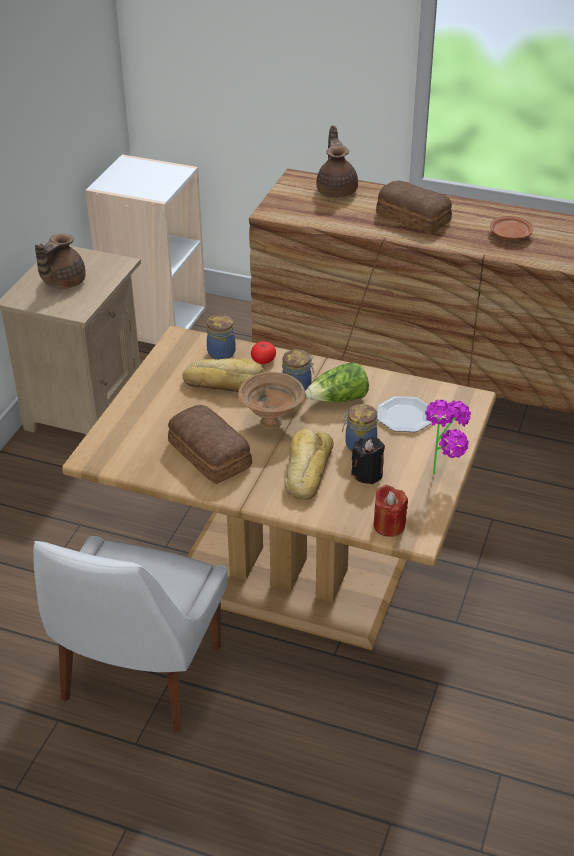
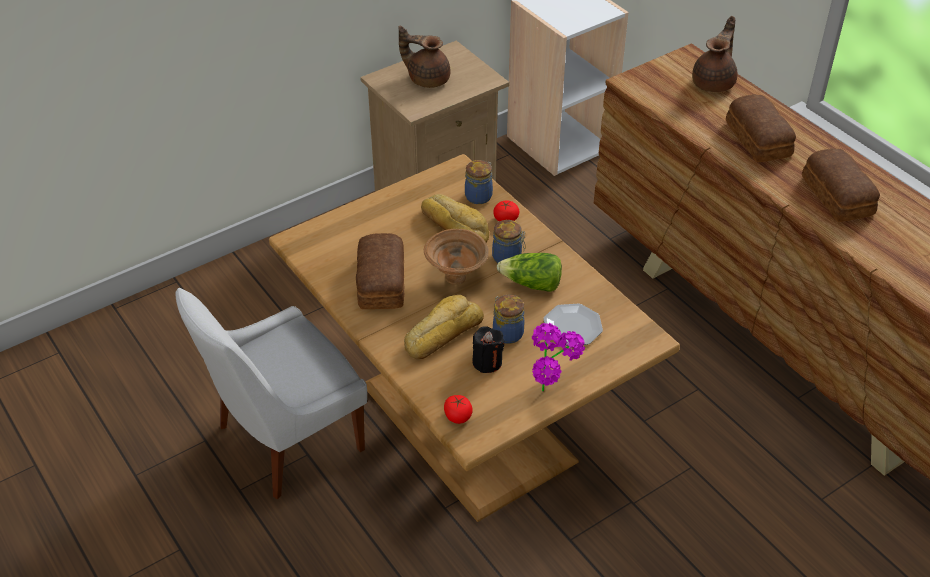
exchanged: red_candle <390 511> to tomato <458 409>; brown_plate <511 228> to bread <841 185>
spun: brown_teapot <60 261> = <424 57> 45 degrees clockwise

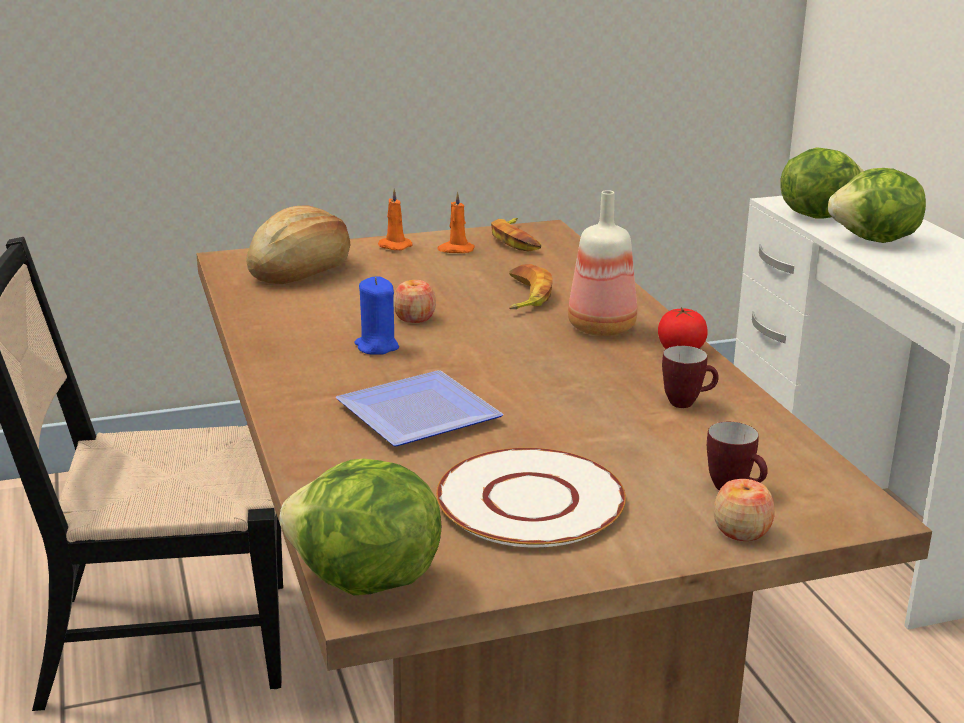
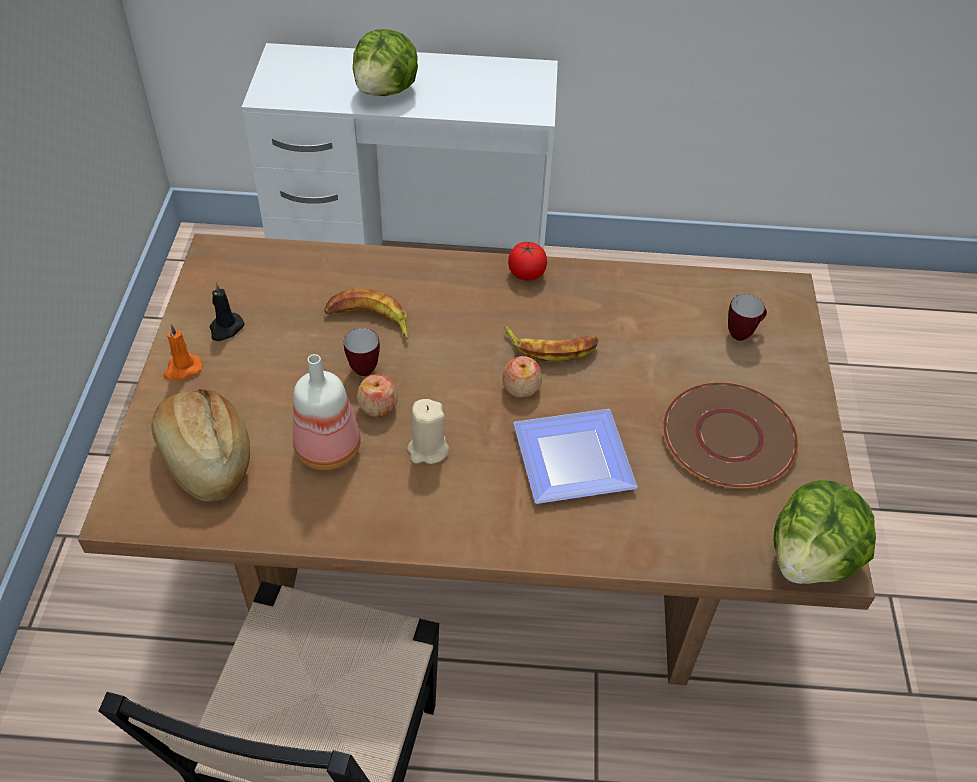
missing: lettuce <822 183>
relocated: banana <516 235> to <551 343>; bottle <602 263> to <327 412>; mug <690 377> to <362 352>; apple <744 510> to <522 377>
colour: blue_candle <376 315> to beige_candle <428 431>; white_plate <531 498> to brown_plate <730 435>; orange_candle <456 222> to black_candle <226 312>

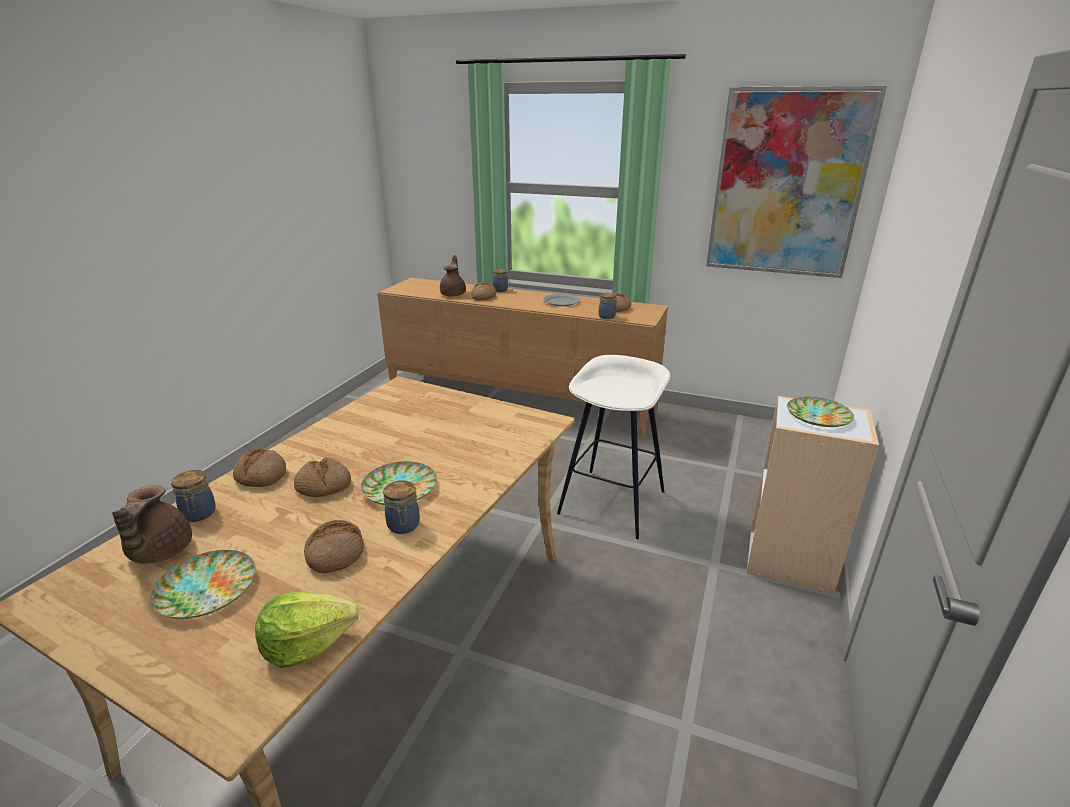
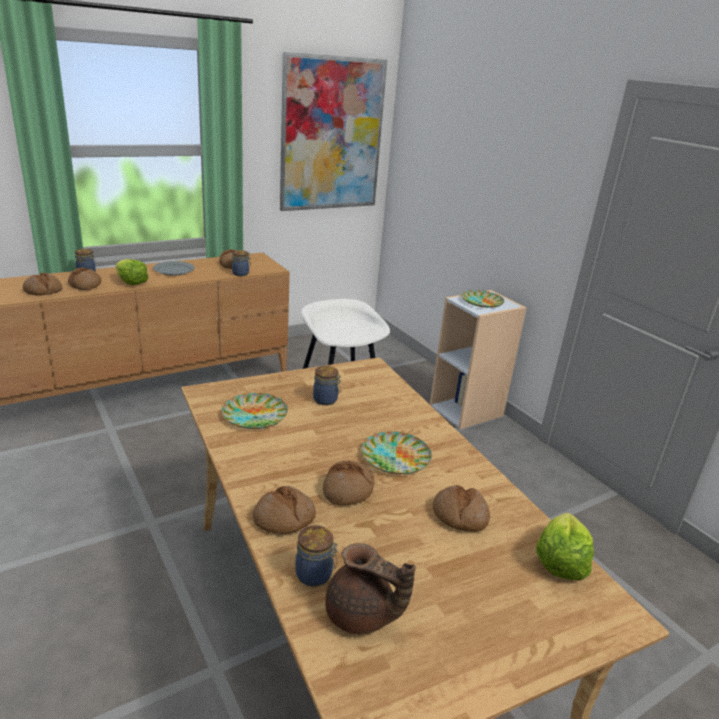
appeared: lettuce <132 272>
relocated: plate <203 584> to <255 411>; jar <401 507> to <327 385>
exchanged: brown_teapot <453 275> to bread <42 284>

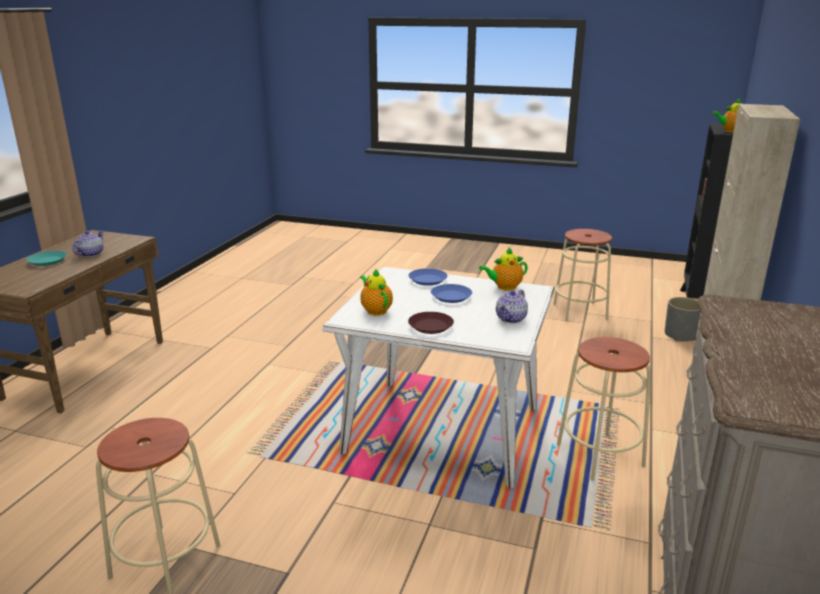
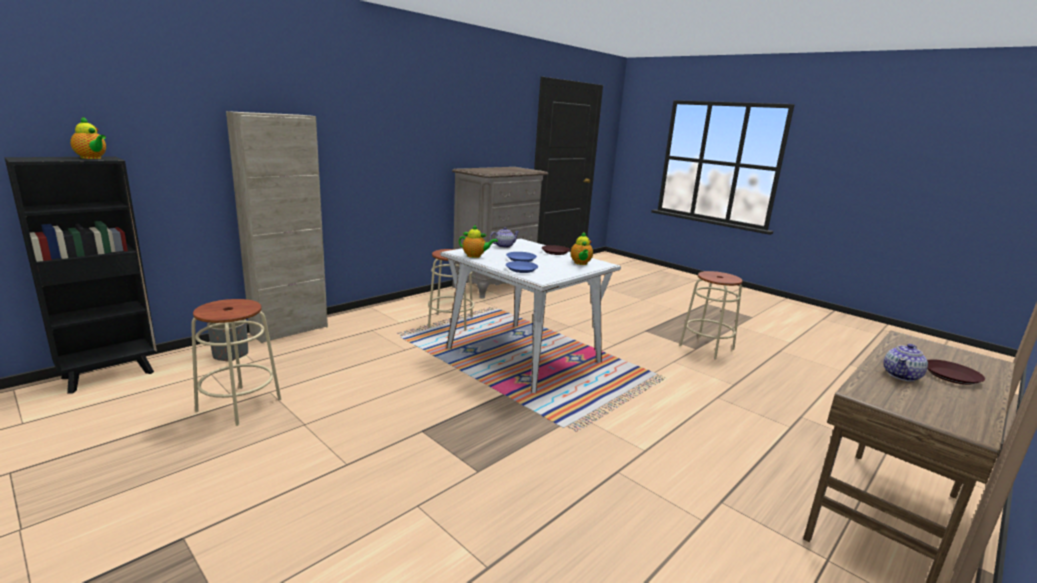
colour: turquoise_plate <46 258> to brown_plate <956 372>

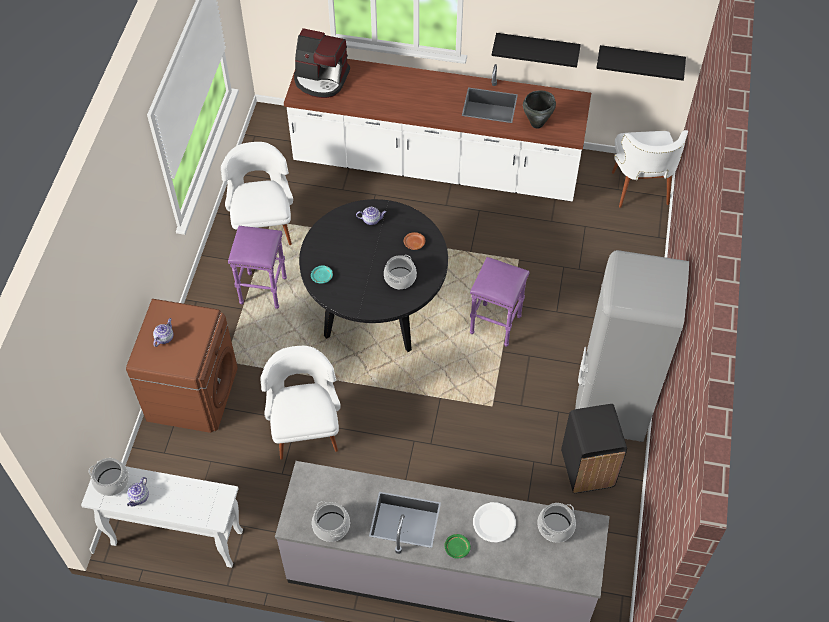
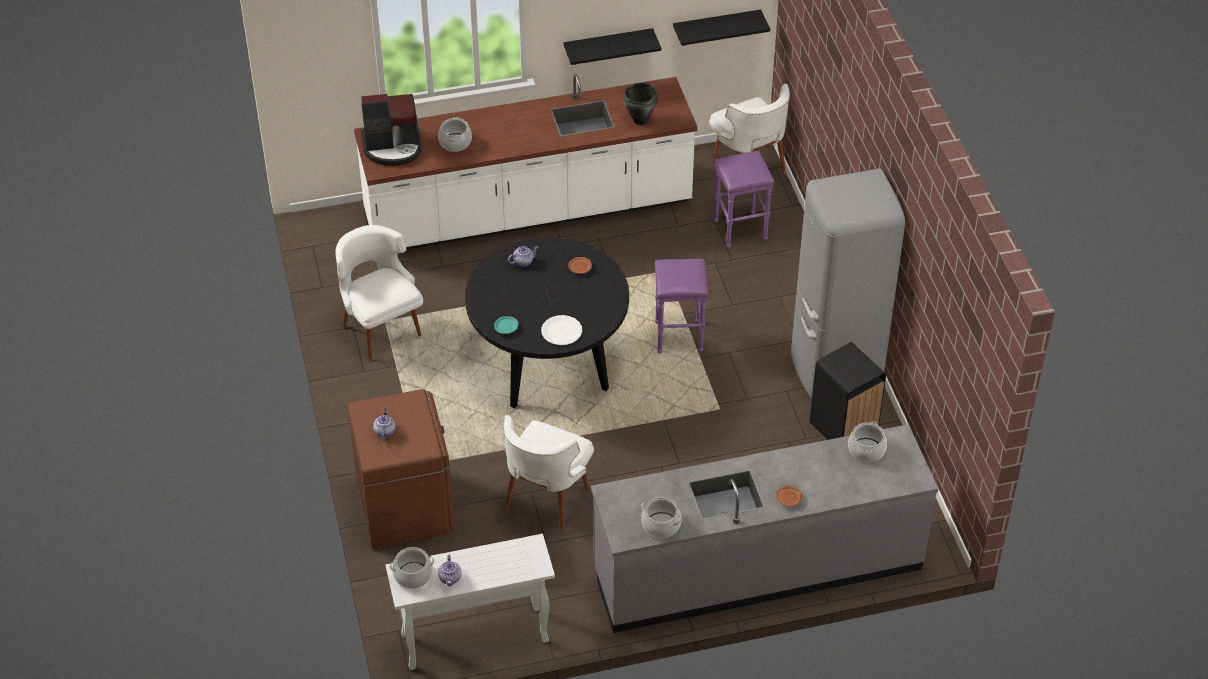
relocated: purple_stool <257 267> to <744 199>; cooking_pot <400 272> to <455 134>; white_plate <494 522> to <561 330>
colour: green_plate <457 546> to brown_plate <789 496>
spun: white_chair <300 403> = <549 472> 120 degrees counterclockwise

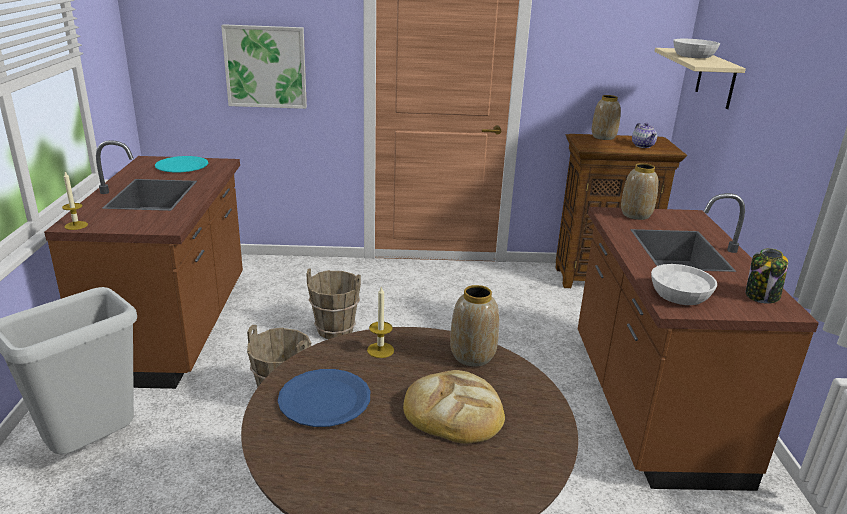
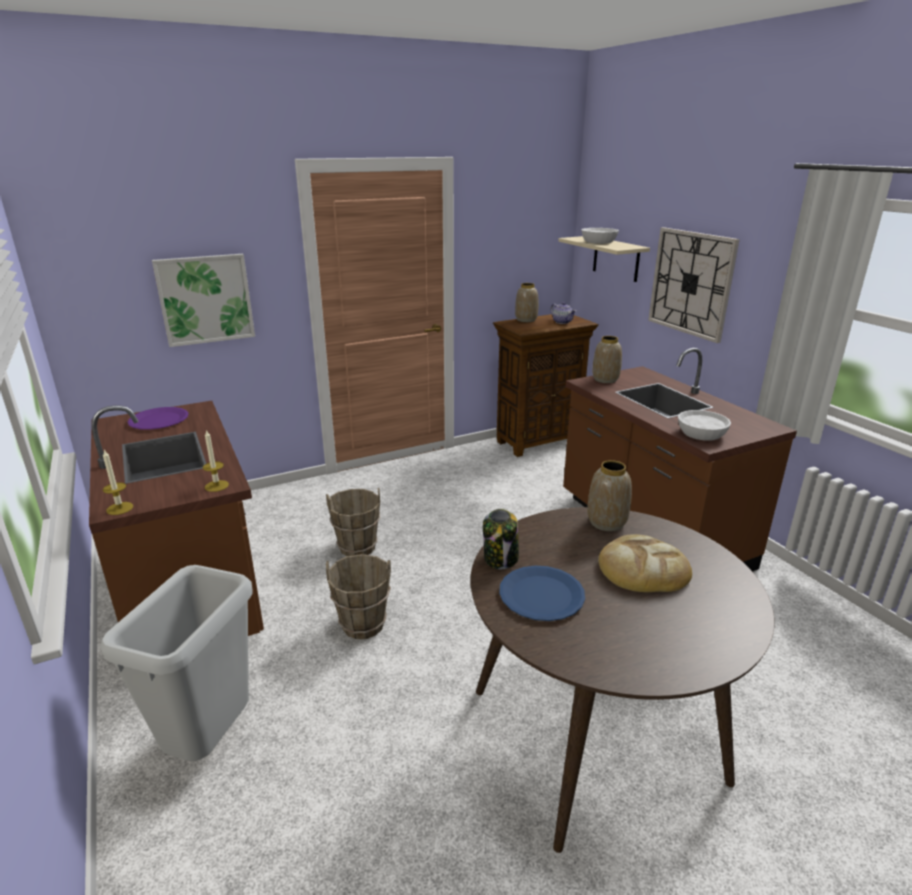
appeared: wall_clock <694 285>
relocated: candle <380 322> to <216 460>; jar <767 276> to <501 539>
colour: turquoise_plate <181 164> to purple_plate <158 418>

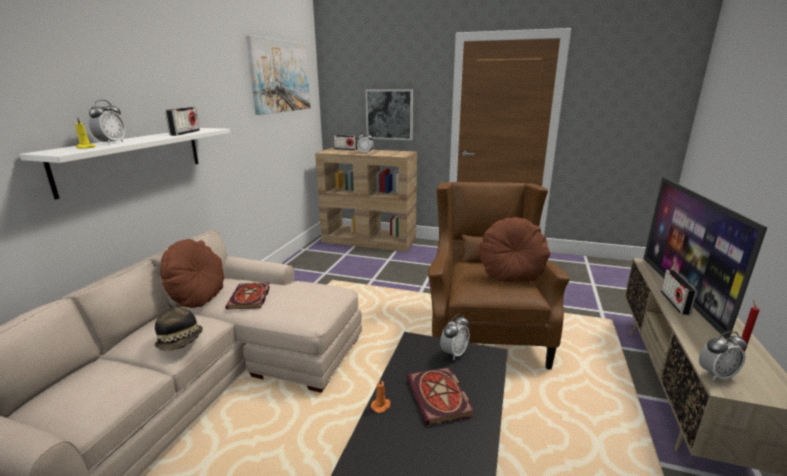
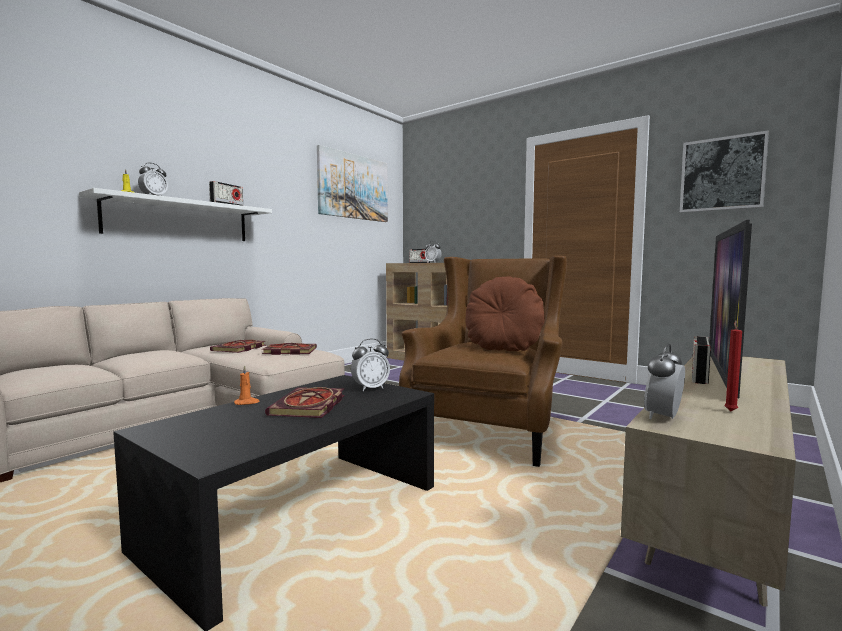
missing: hat <179 327>; brown_pillow <192 273>
appeared: book <289 349>
relocated: picture <389 114> to <724 171>
spun: alarm_clock <723 356> = <664 382> 120 degrees clockwise

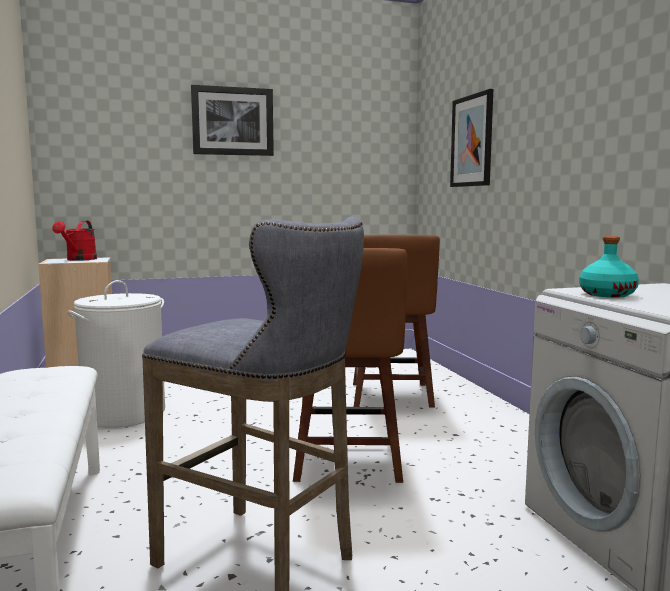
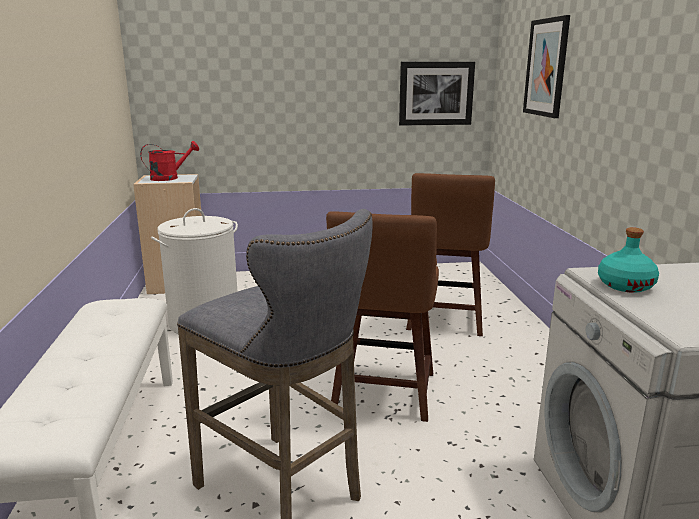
relocated: picture <232 120> to <437 94>
spun: red_watering_can <74 241> = <169 161> 135 degrees counterclockwise

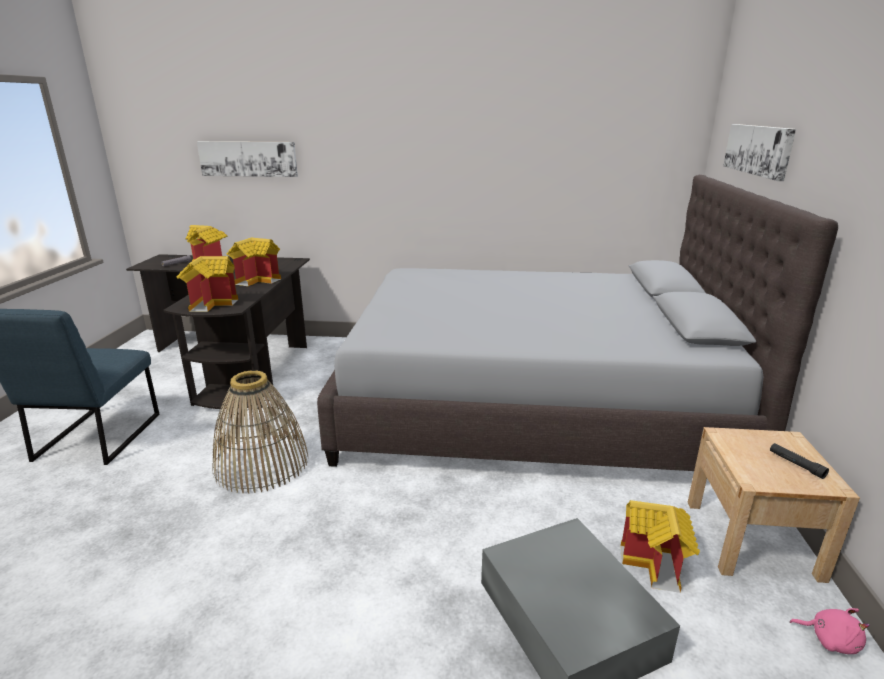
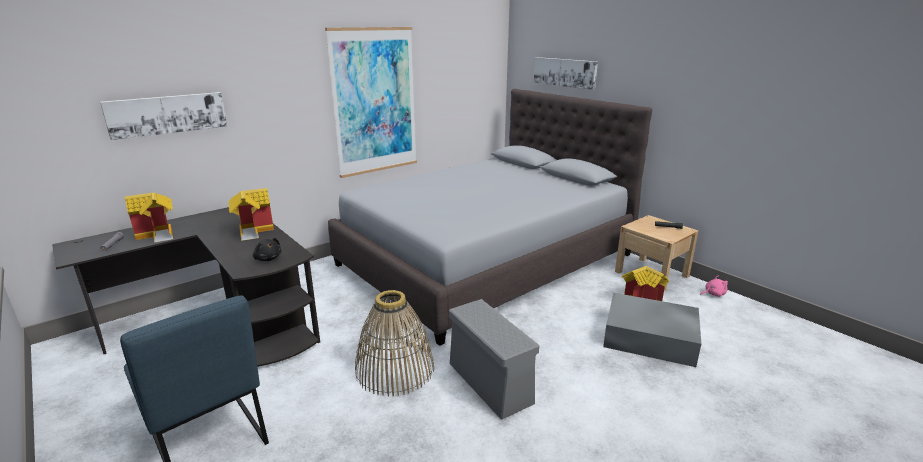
appeared: picture <371 102>; grey_storage_box <494 359>
exchanged: toy_house <207 284> to black_plush_toy <267 249>

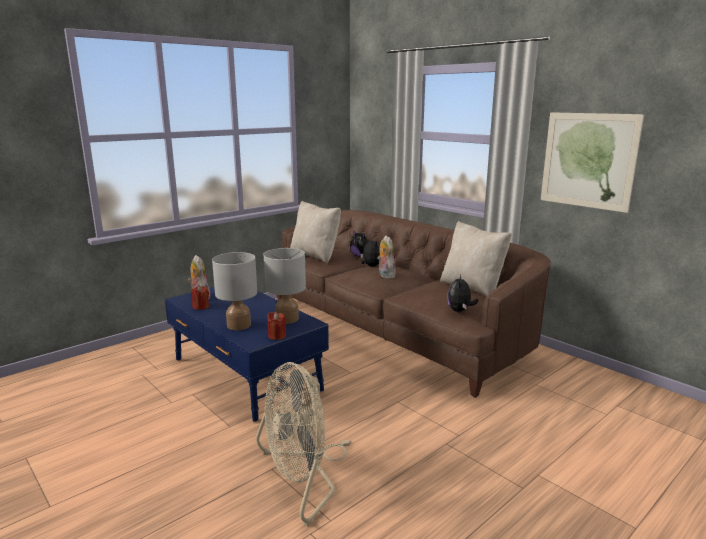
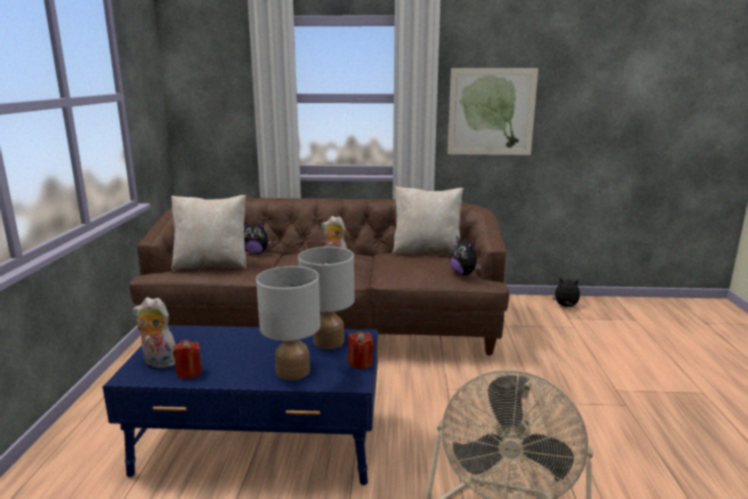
relocated: plush_toy <370 252> to <566 292>

